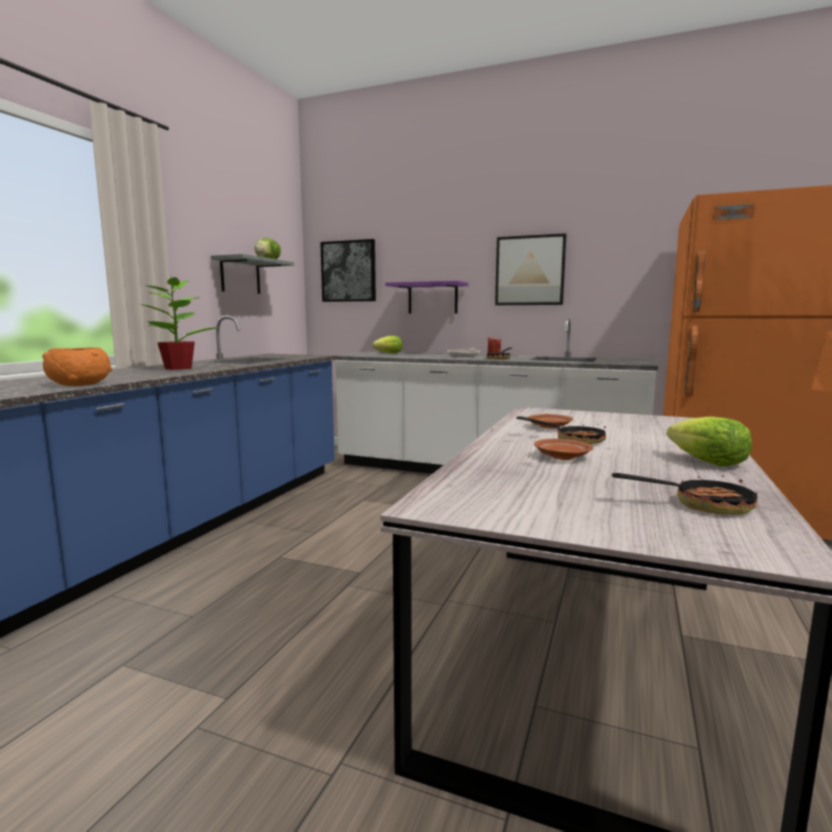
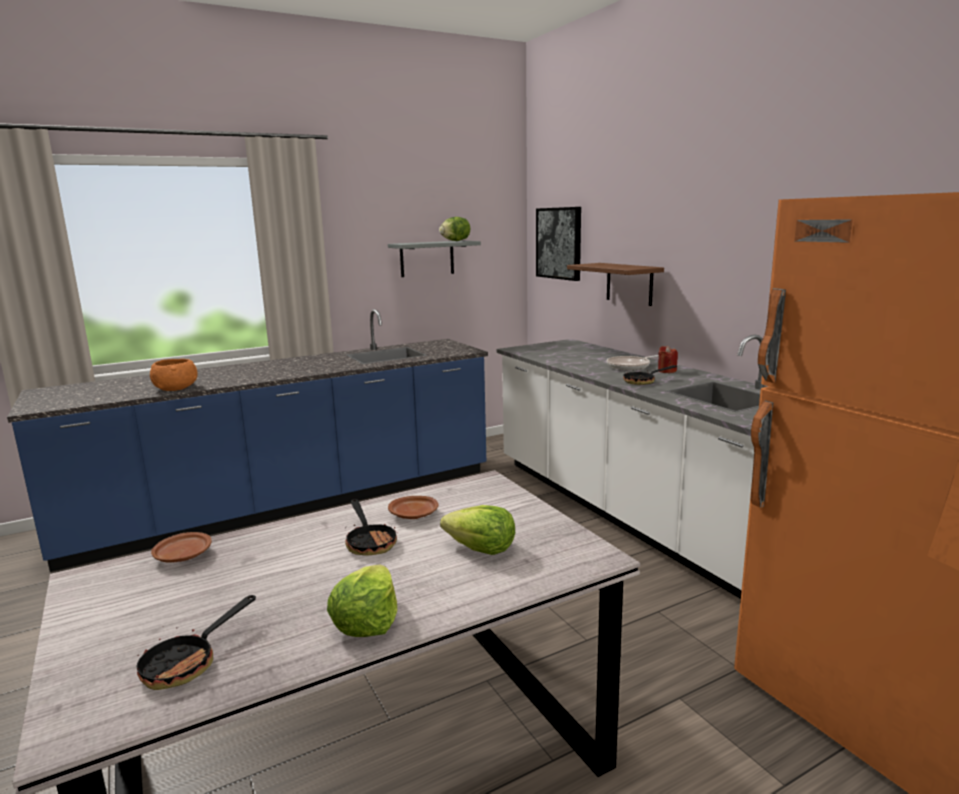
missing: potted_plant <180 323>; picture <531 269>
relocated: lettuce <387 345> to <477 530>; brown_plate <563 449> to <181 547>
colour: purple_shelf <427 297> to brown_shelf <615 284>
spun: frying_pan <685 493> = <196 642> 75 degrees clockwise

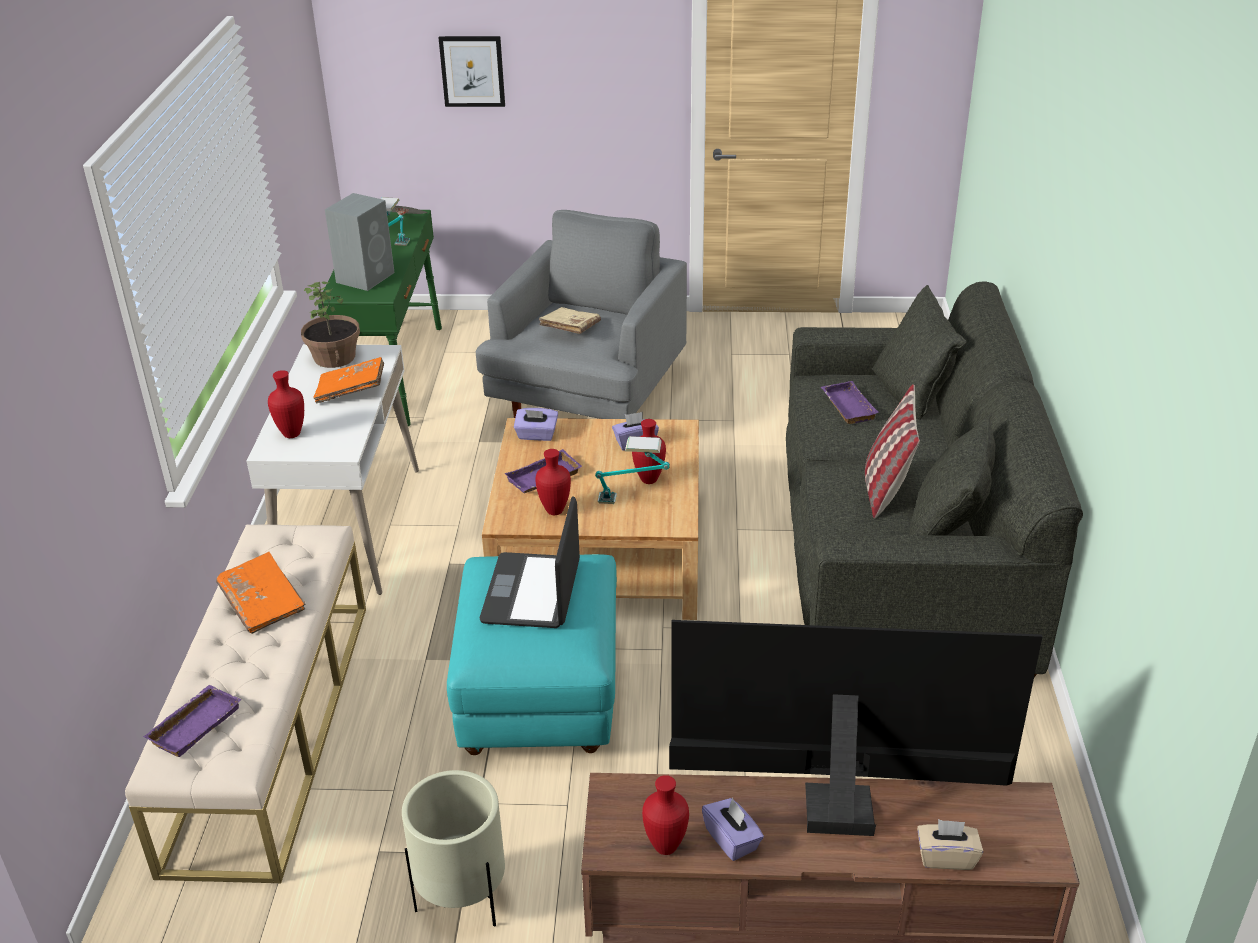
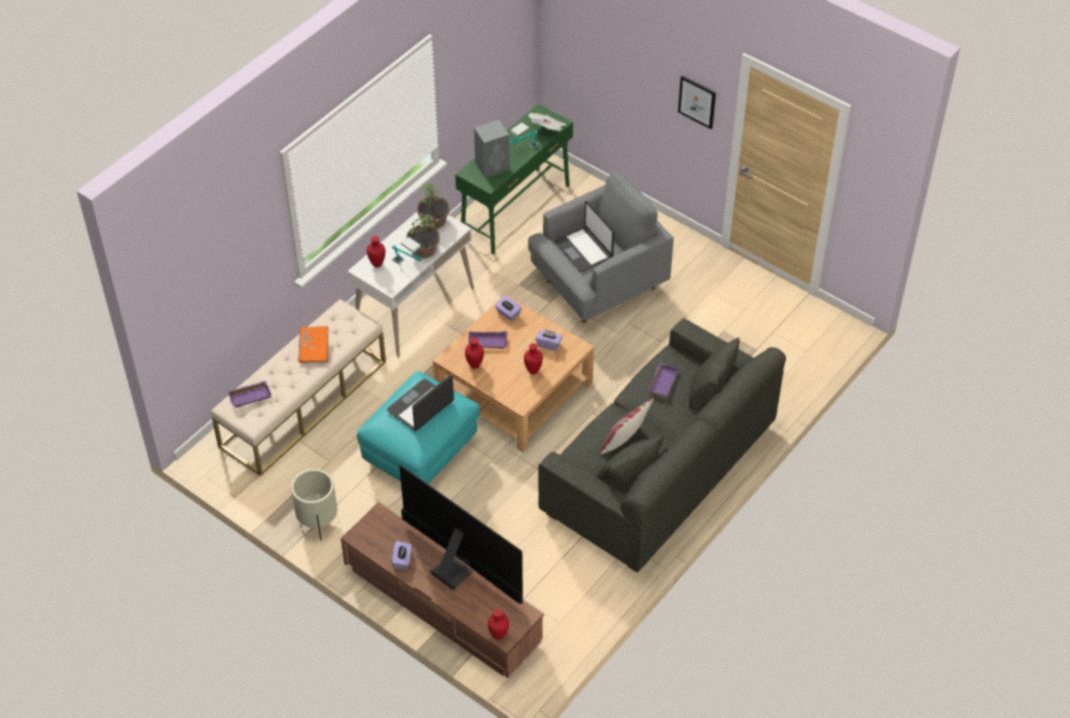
missing: beige_tissue_box <950 844>
relocated: picture <472 71> to <697 102>; table_lamp <632 470> to <407 250>; red_vase <665 815> to <498 624>
exchanged: orange_book <348 380> to potted_plant <423 235>; beige_book <570 320> to laptop <584 236>

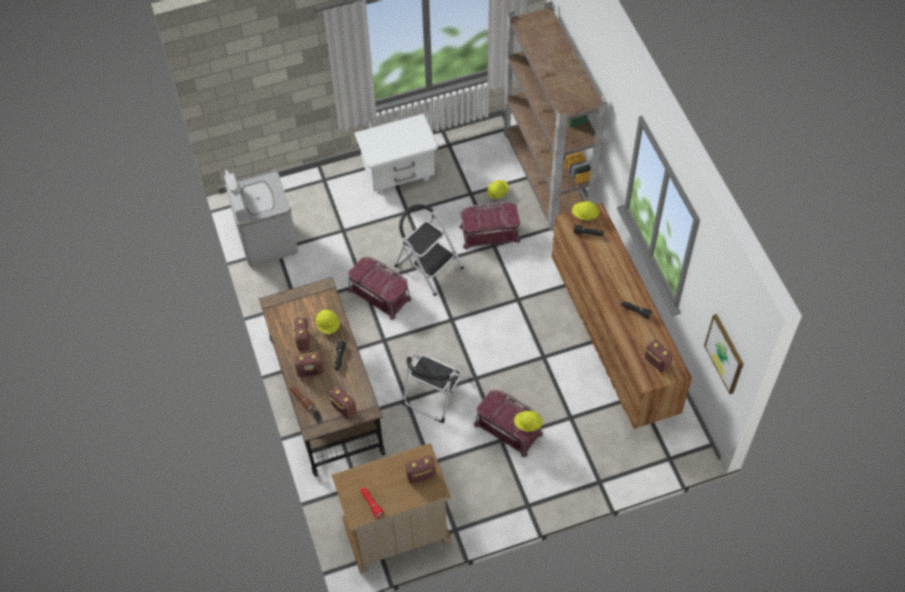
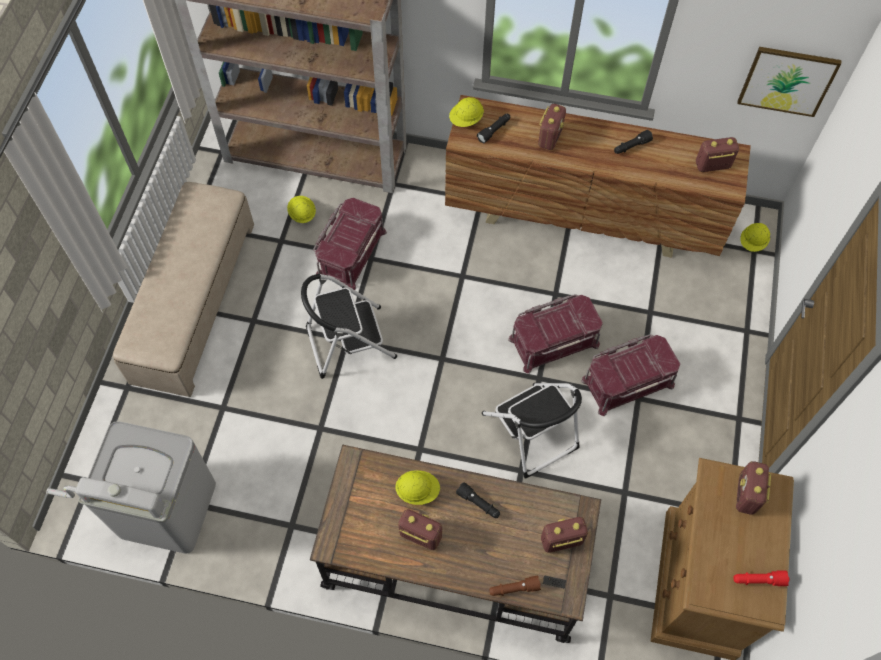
relocated: radio <309 364> to <552 127>; red_storage_box <380 288> to <555 334>; yellow_hard_hat <528 421> to <755 237>
exchanged: white_nightstand <396 154> to beige_bench <183 289>

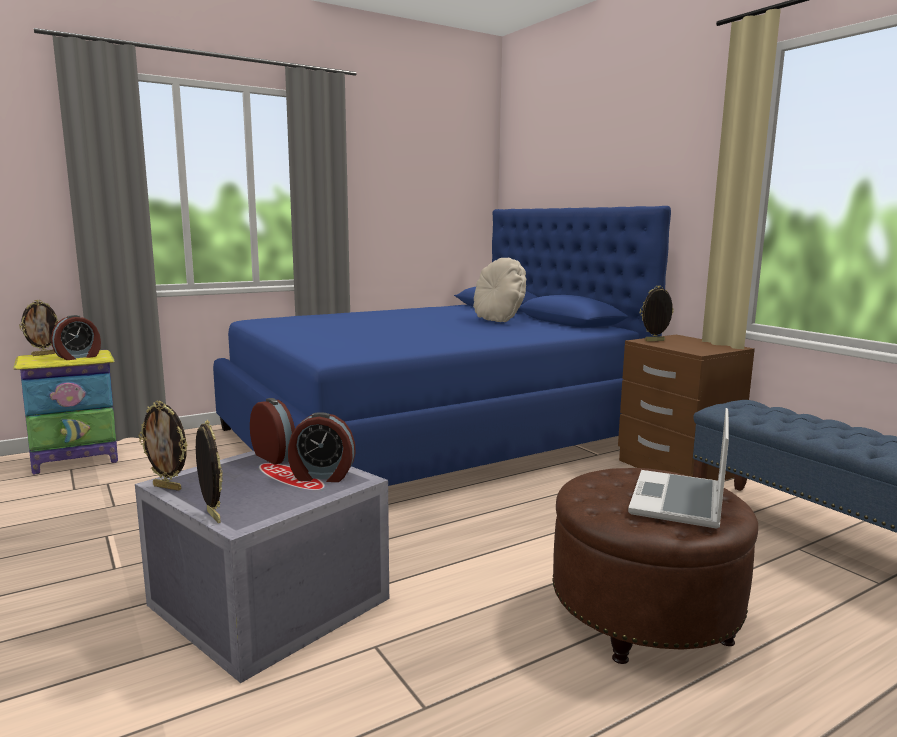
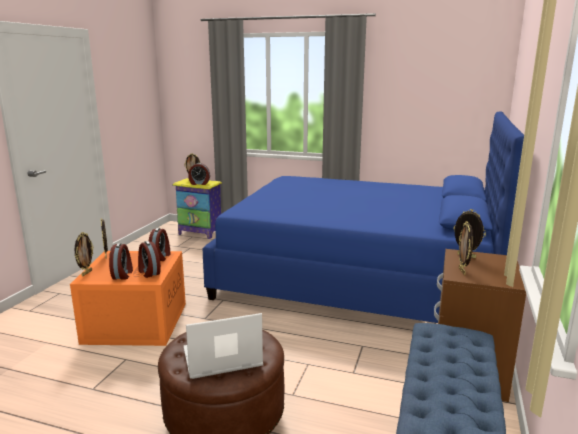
missing: beige_pillow <499 290>
appeared: alarm_clock <121 261>; picture_frame <466 248>
colour: grey_storage_box <262 567> to orange_storage_box <128 298>

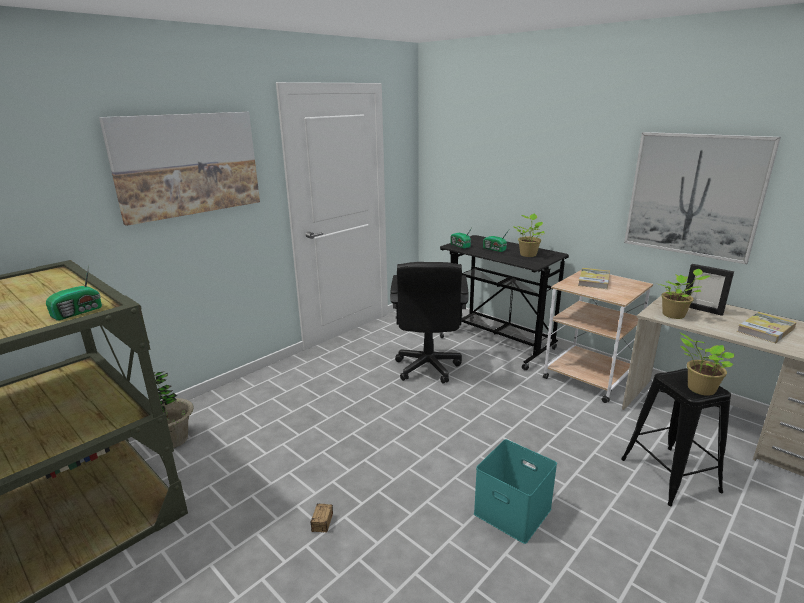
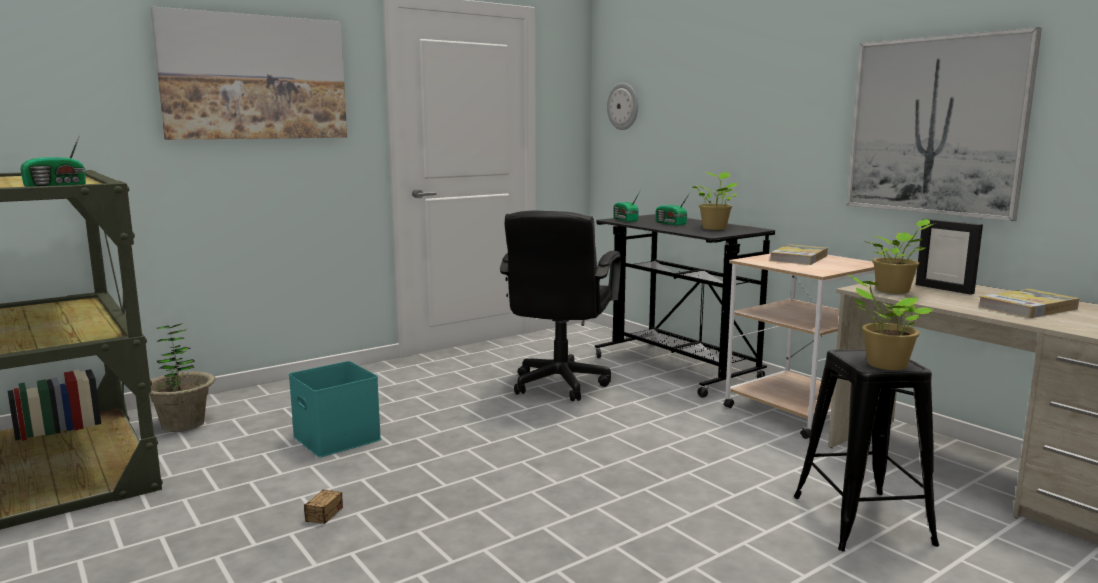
appeared: wall_clock <622 106>
relocated: turquoise_storage_box <515 491> to <335 409>

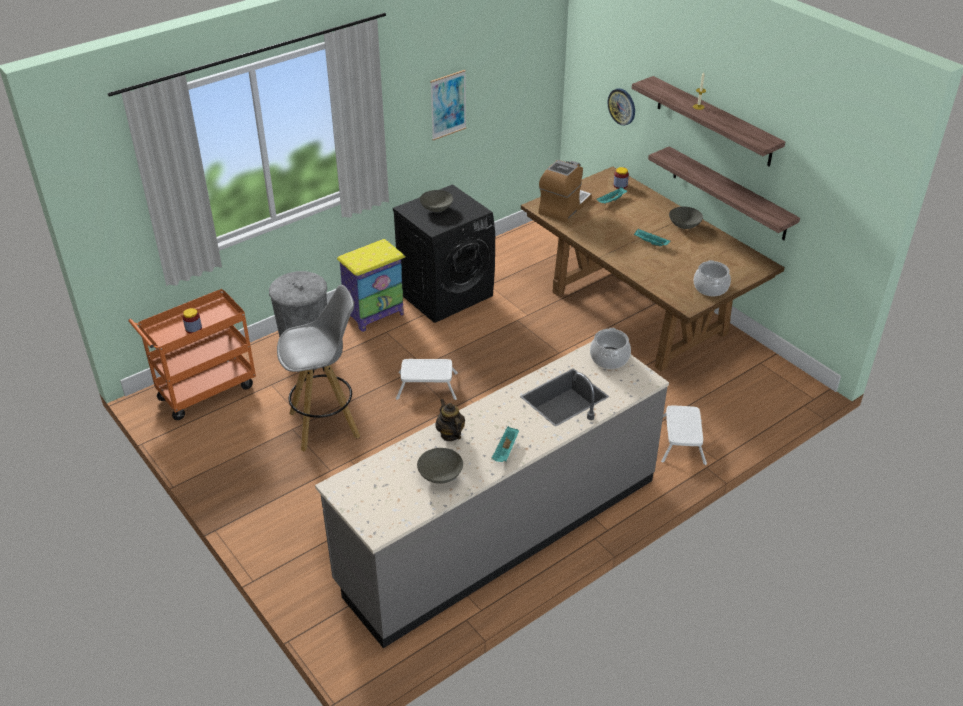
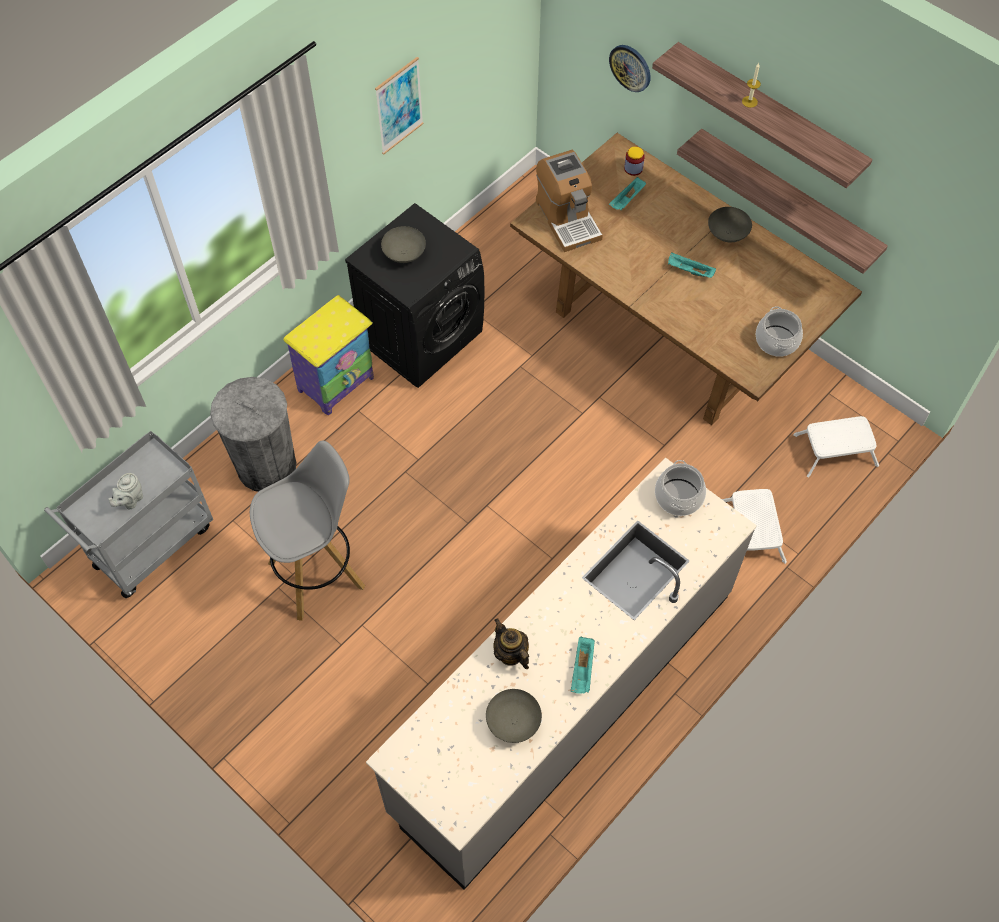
relocated: white_step_ladder <427 379> to <836 447>
exchanged: jar <192 321> to grey_teapot <125 491>
colour: orange_cart <192 354> to grey_cart <128 514>
spun: coffee_machine <565 191> = <569 201> 135 degrees clockwise

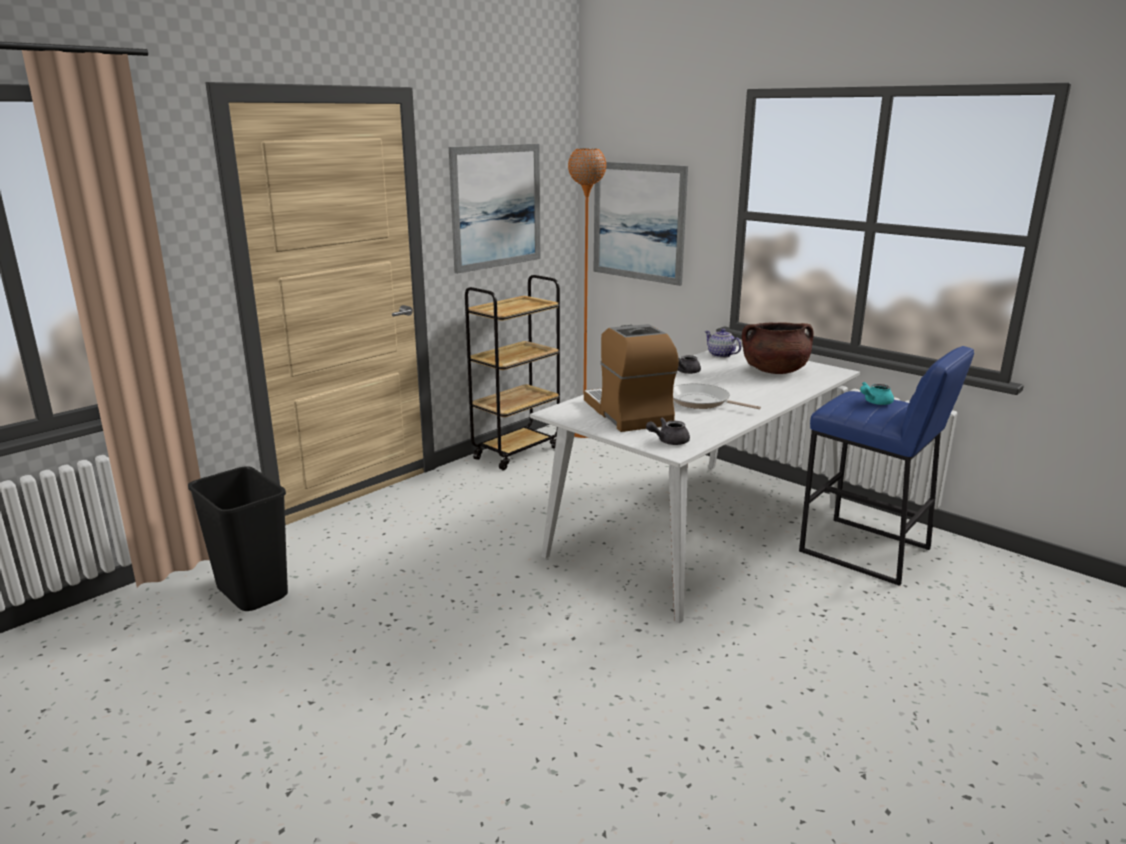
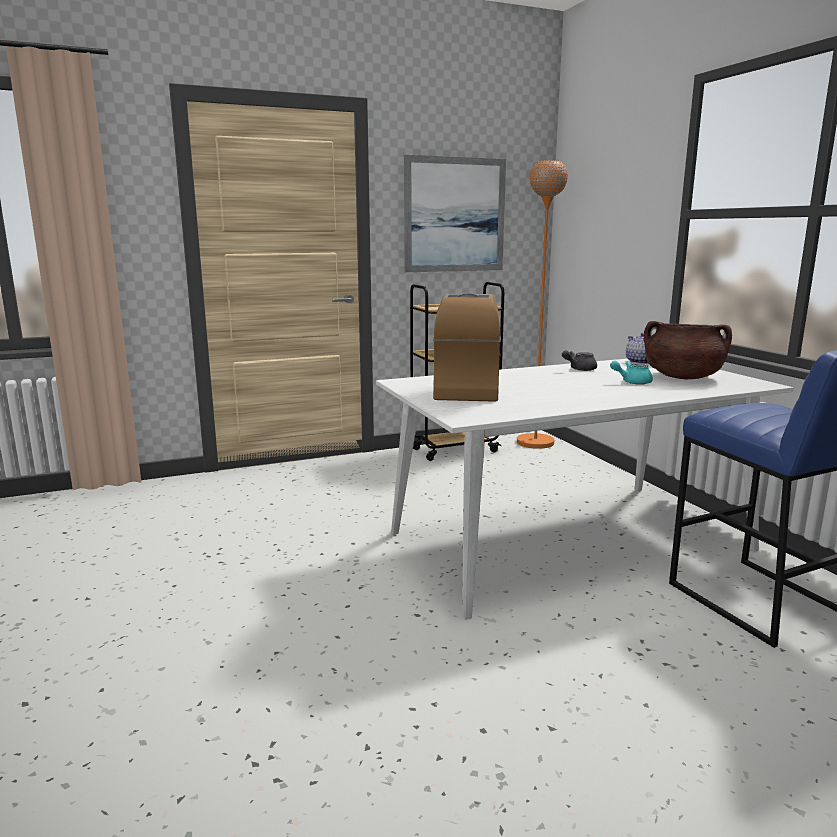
missing: black_trash_can <238 538>; picture <640 224>; grey_teapot <668 431>; frying_pan <717 396>
relocated: turquoise_teapot <877 393> to <631 373>

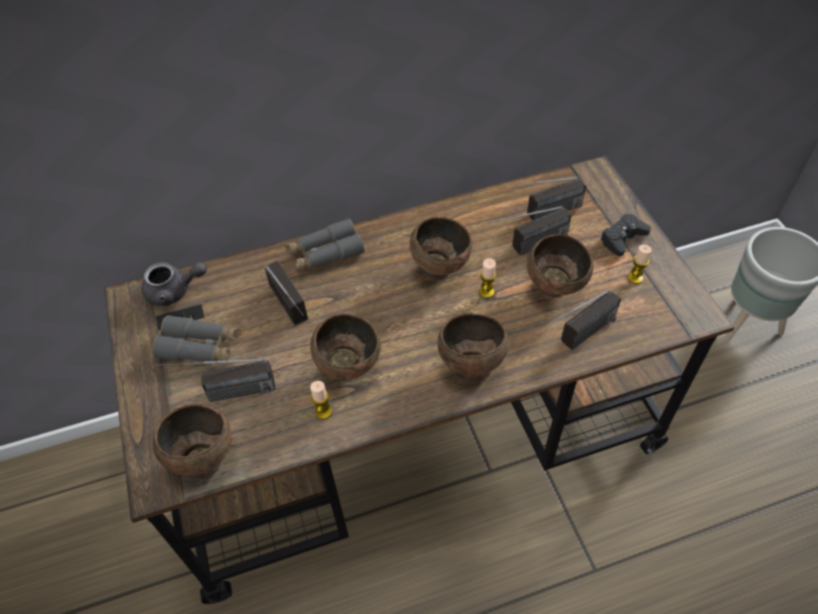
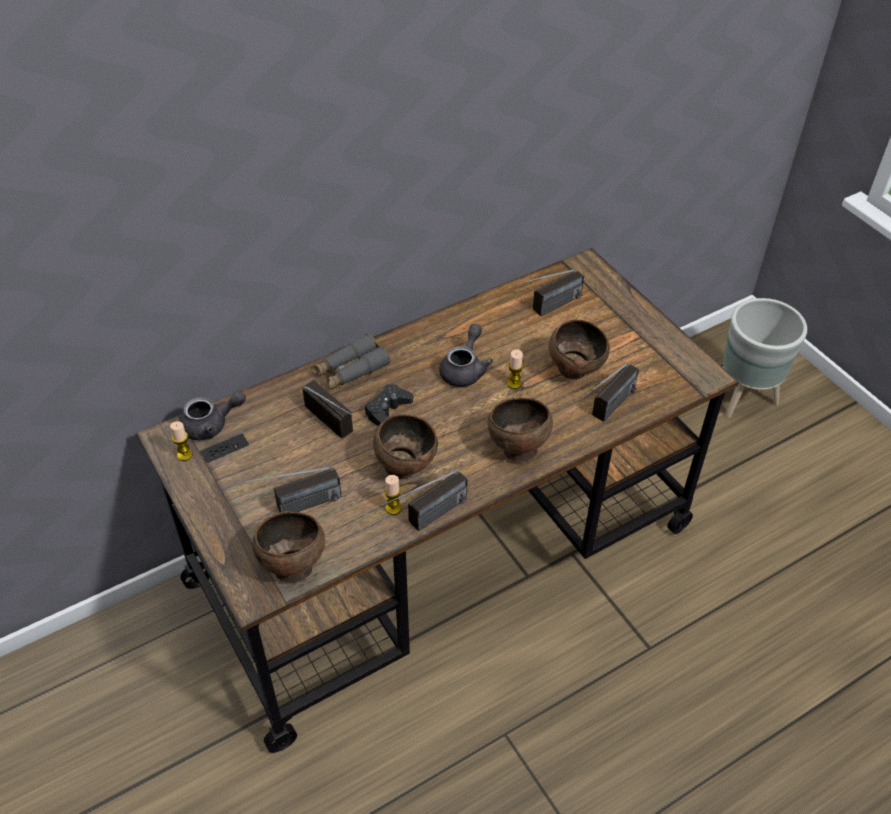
missing: grey_binoculars <196 338>
relocated: radio <530 230> to <423 500>; black_game_controller <625 234> to <389 405>; candle <640 264> to <181 441>
exchanged: brown_bowl <441 248> to grey_teapot <466 355>

